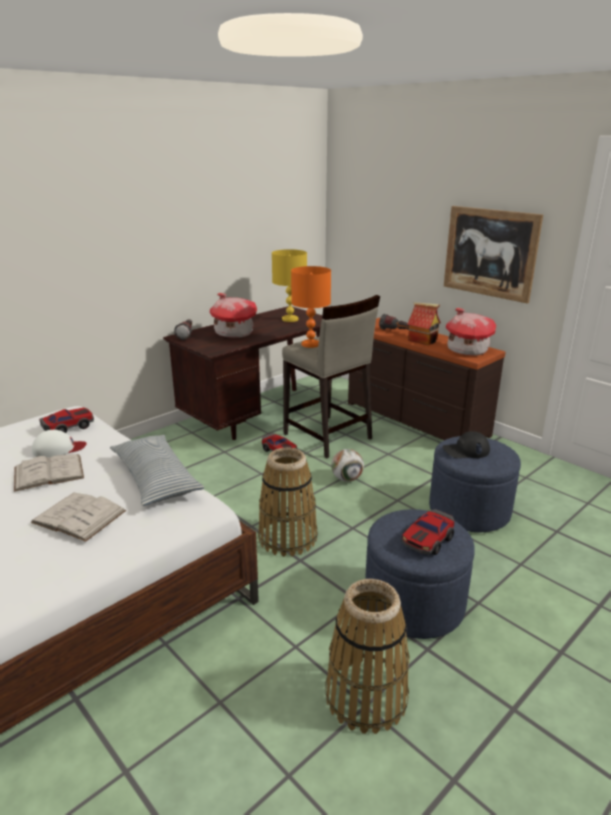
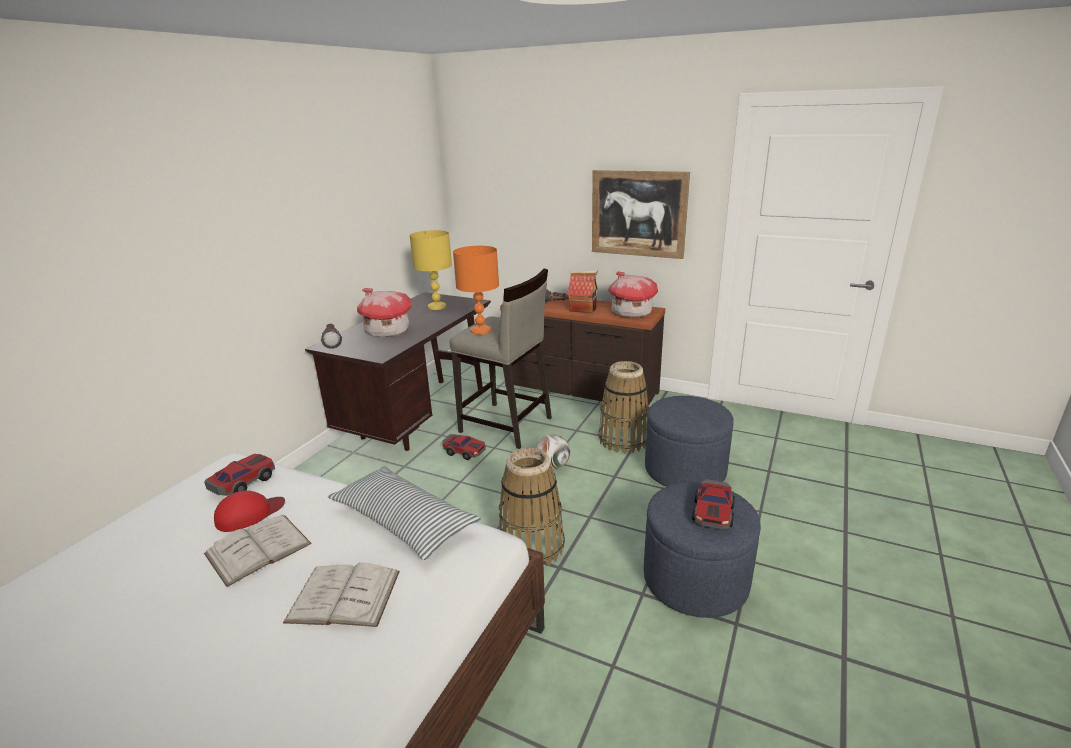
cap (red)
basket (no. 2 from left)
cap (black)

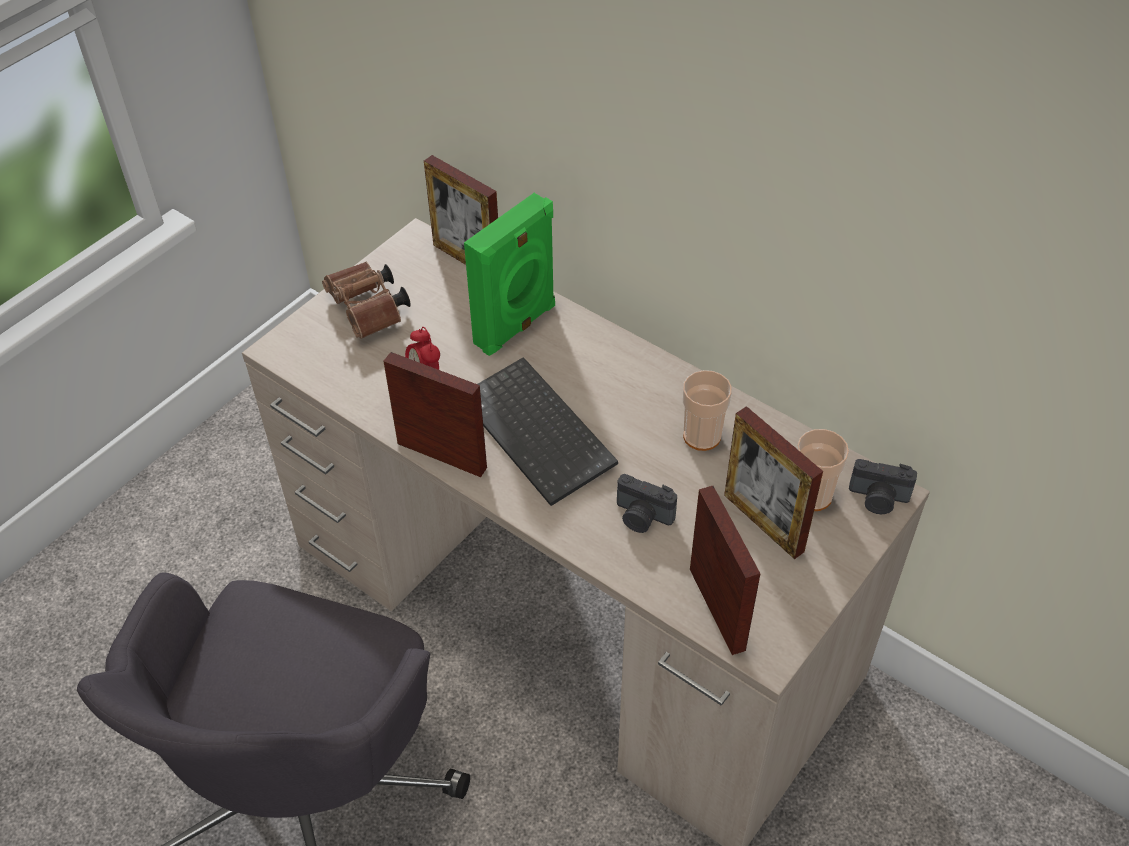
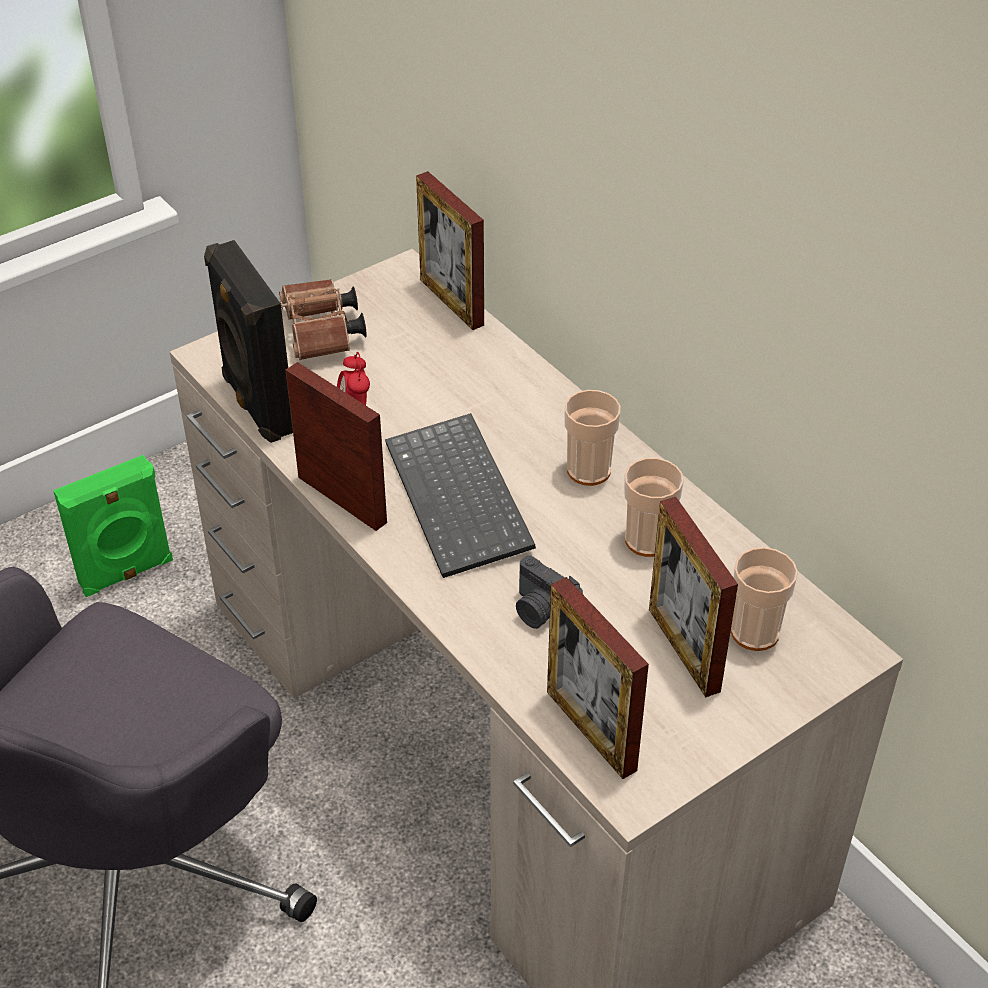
speaker (green)
picture frame (no. 3 from left)
photo camera (no. 2 from left in the first image)
speaker (black)
cup (no. 1 from left)

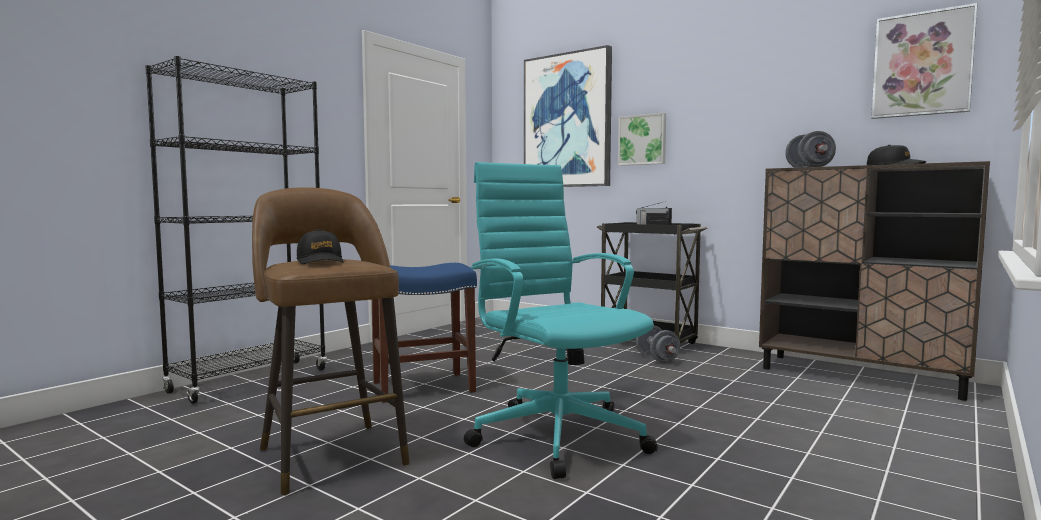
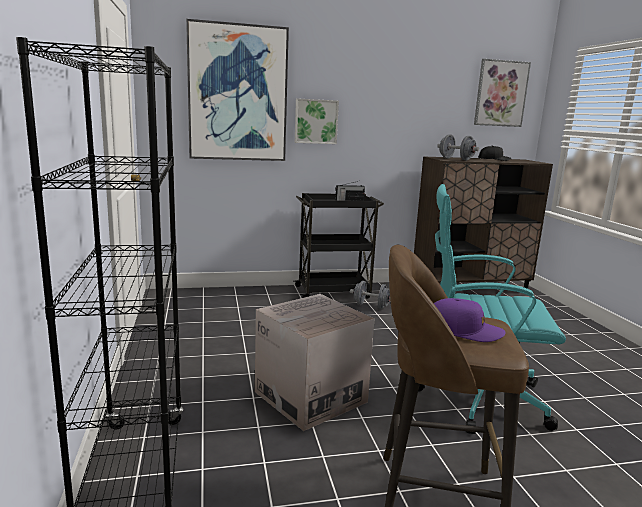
cap (purple)
cardboard box

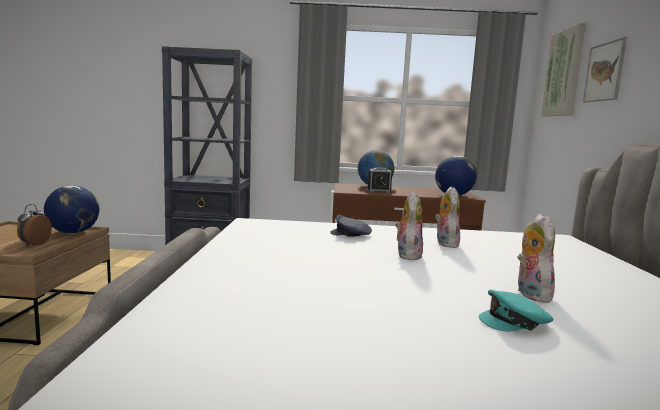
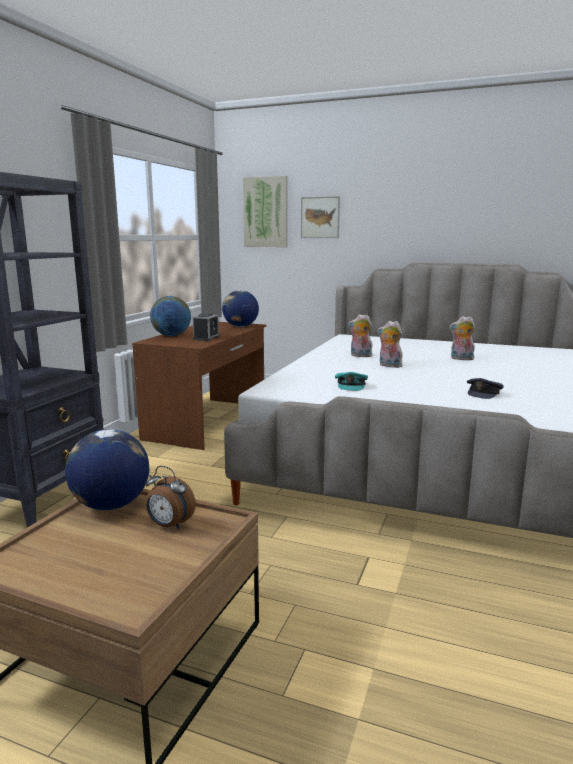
cap (grey)
cap (turquoise)

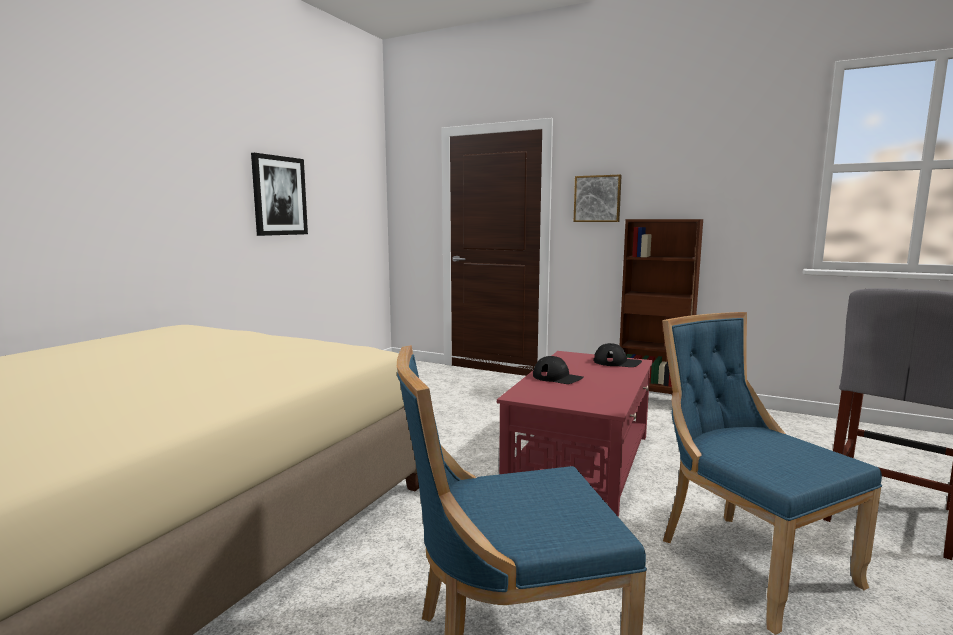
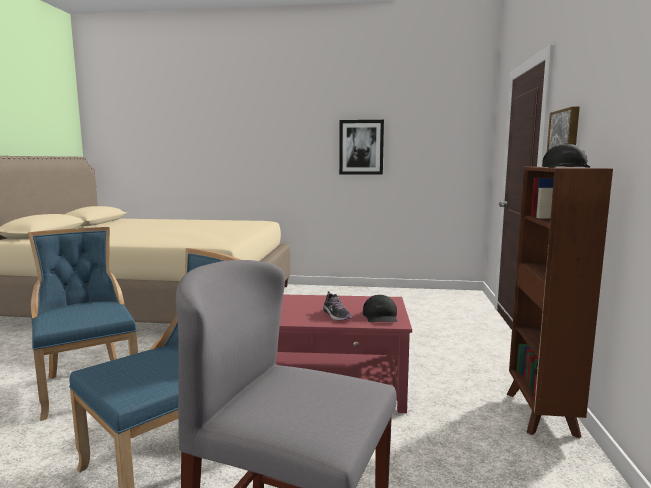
cap (black) (no. 2 from left)
shoe

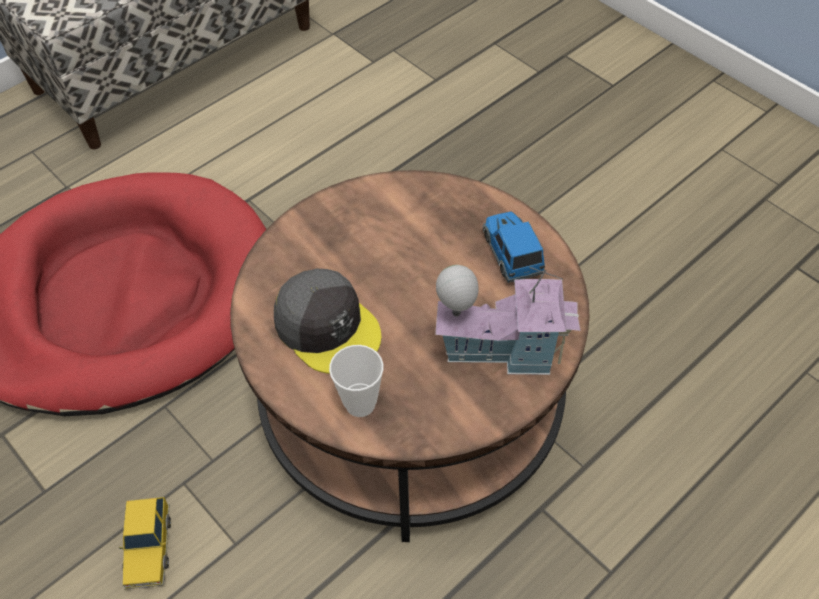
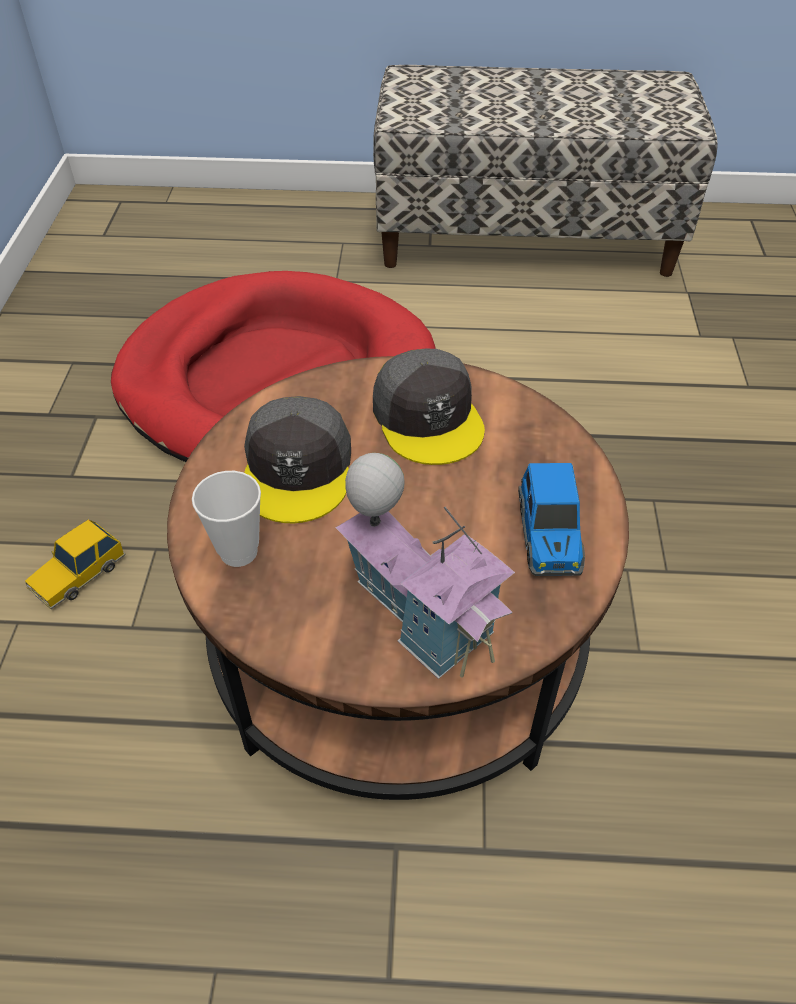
toy car (no. 2 from left)
cap (grey) (no. 2 from left)

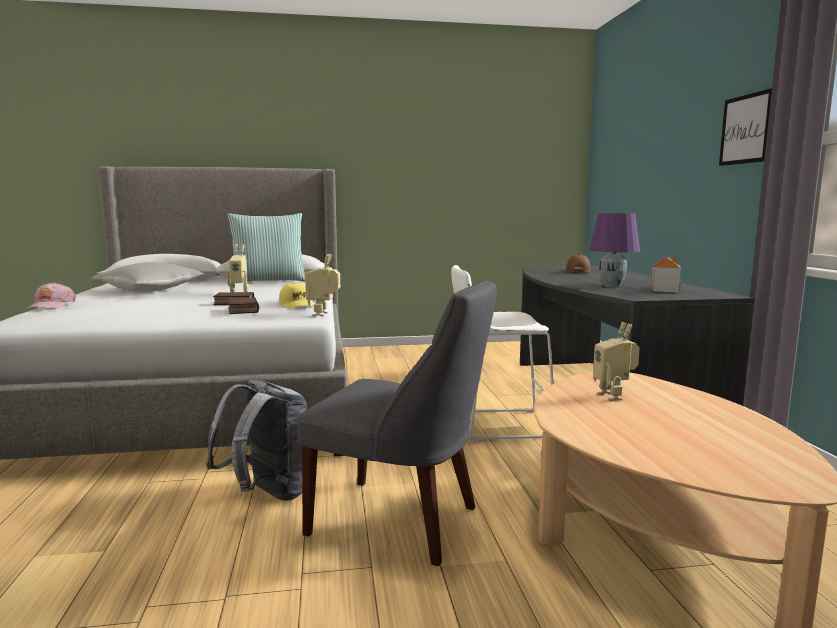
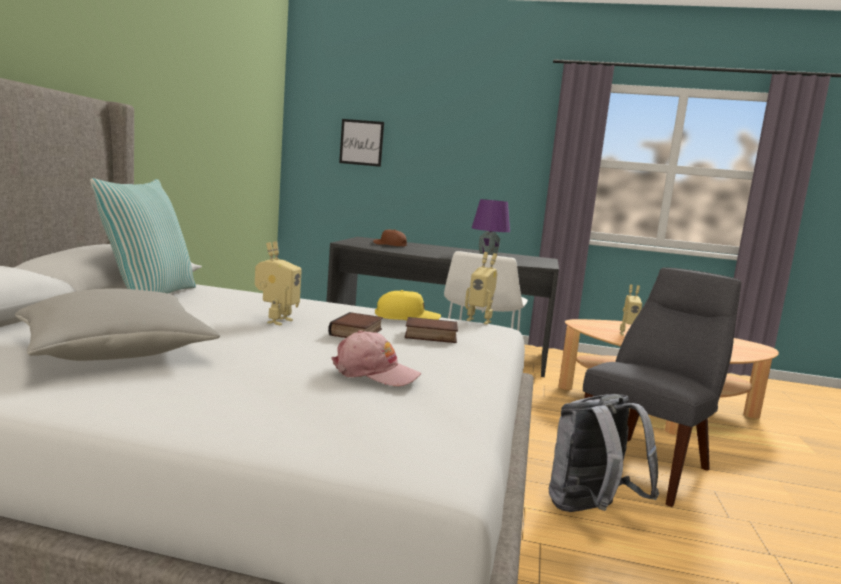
cap (pink)
toy house
picture

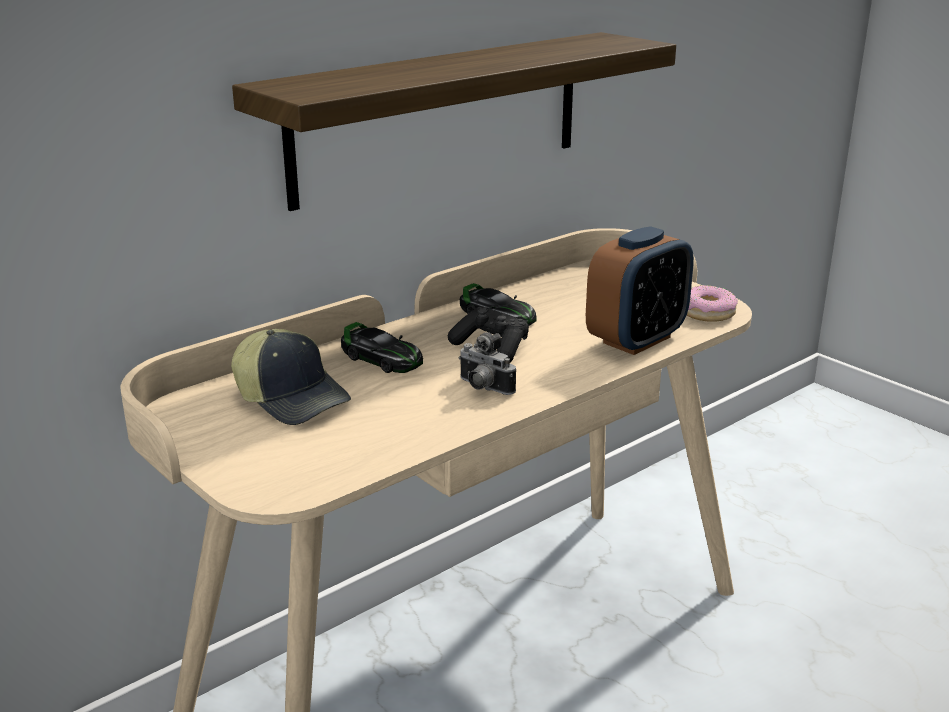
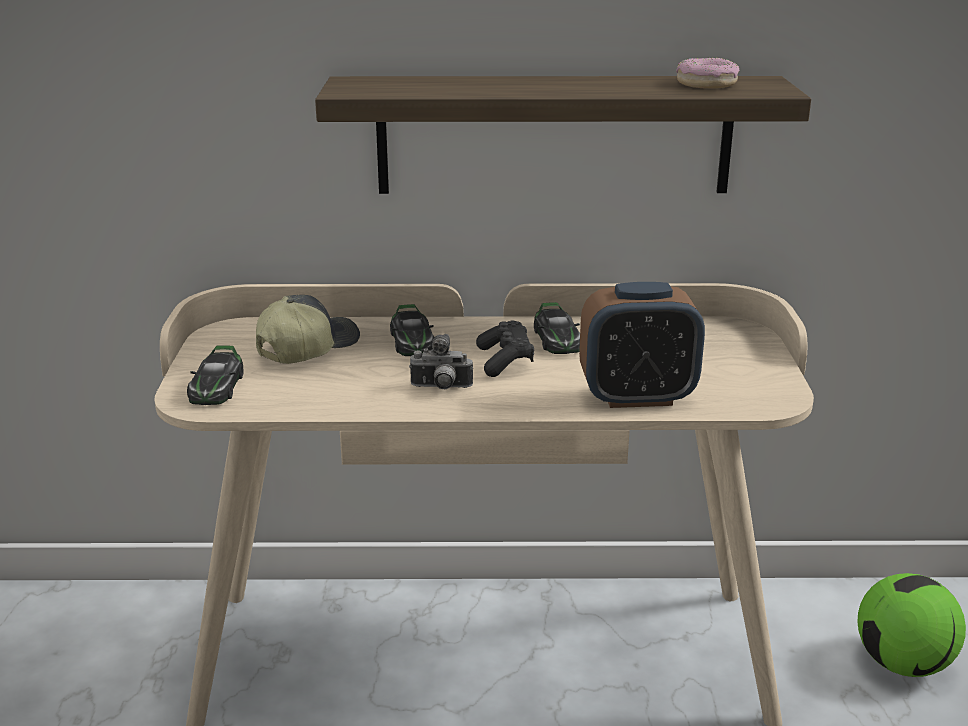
cap
photo camera
donut
toy car (no. 1 from left)
football

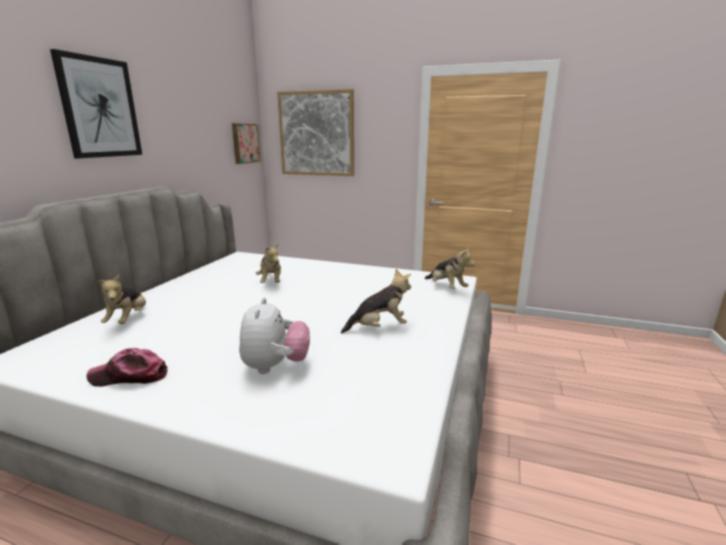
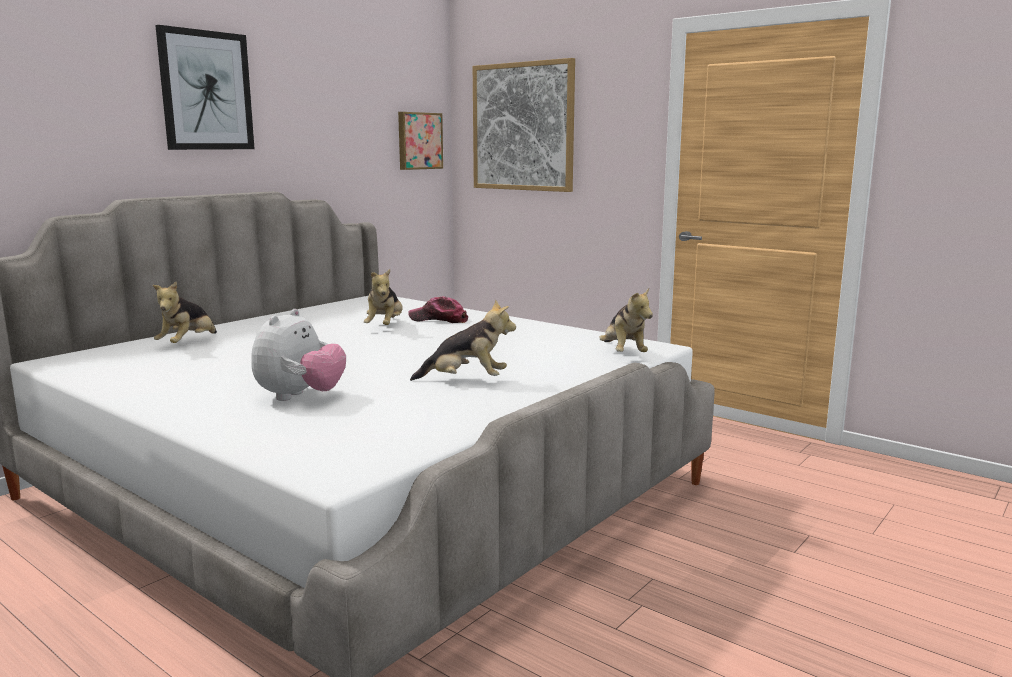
cap

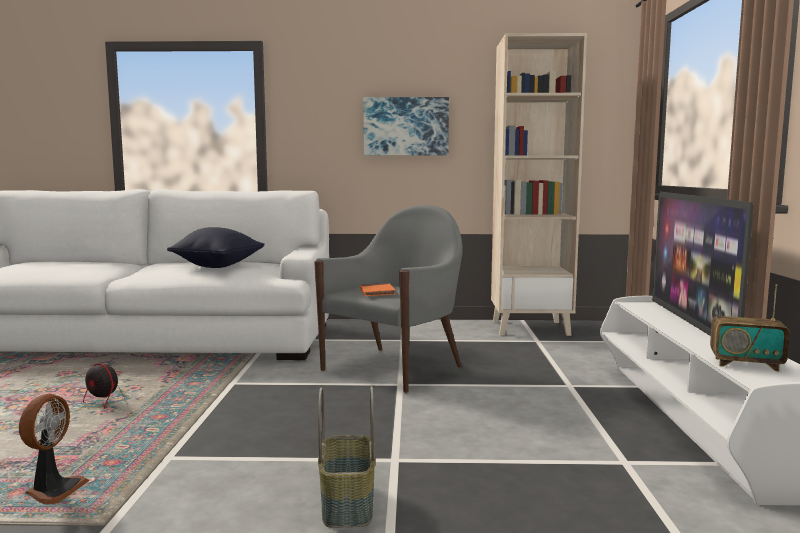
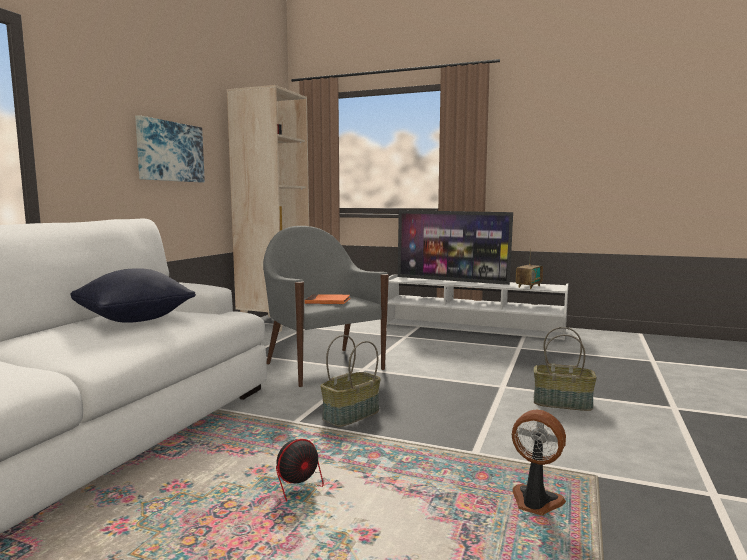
basket (no. 1 from left)

